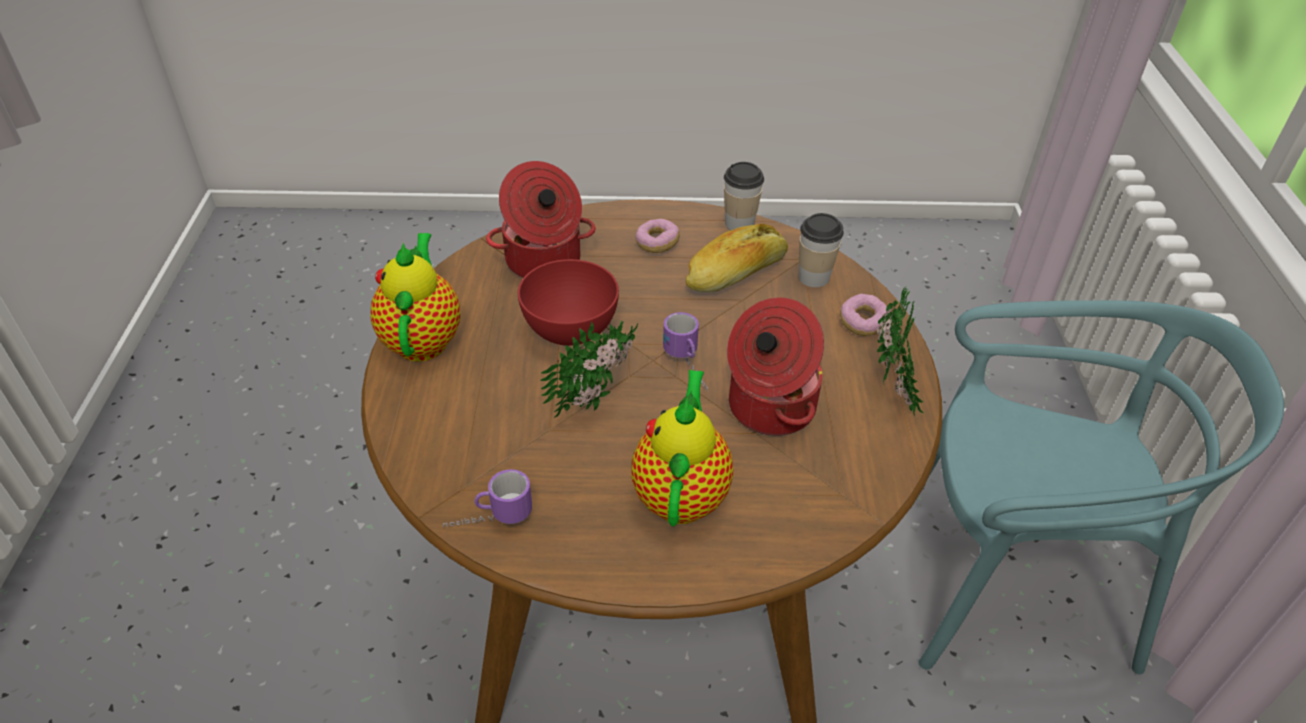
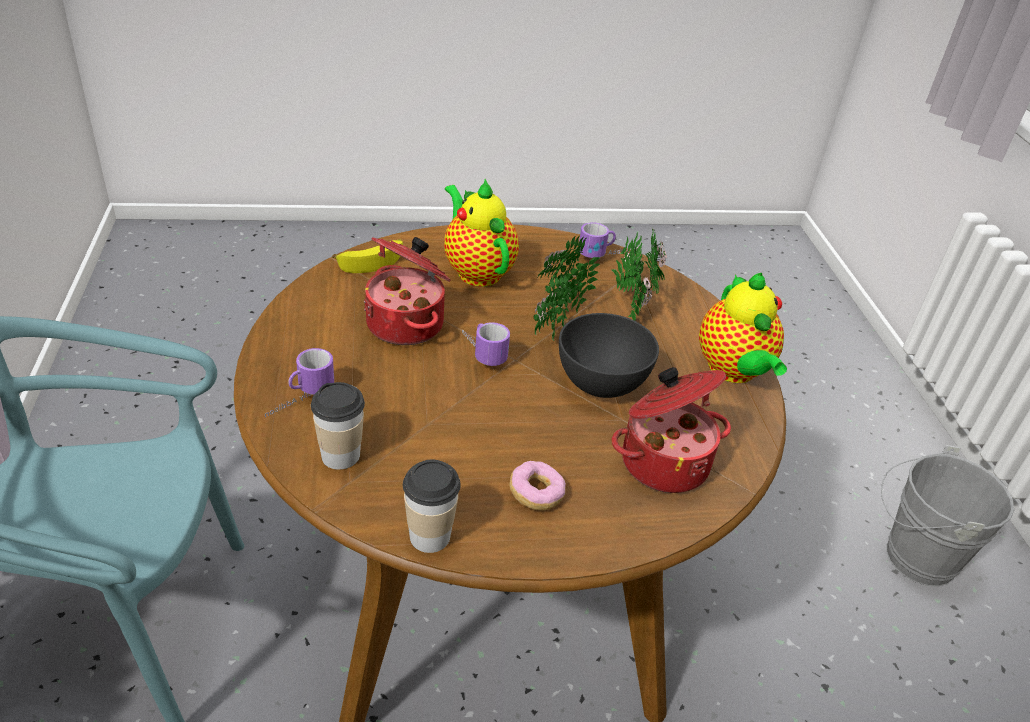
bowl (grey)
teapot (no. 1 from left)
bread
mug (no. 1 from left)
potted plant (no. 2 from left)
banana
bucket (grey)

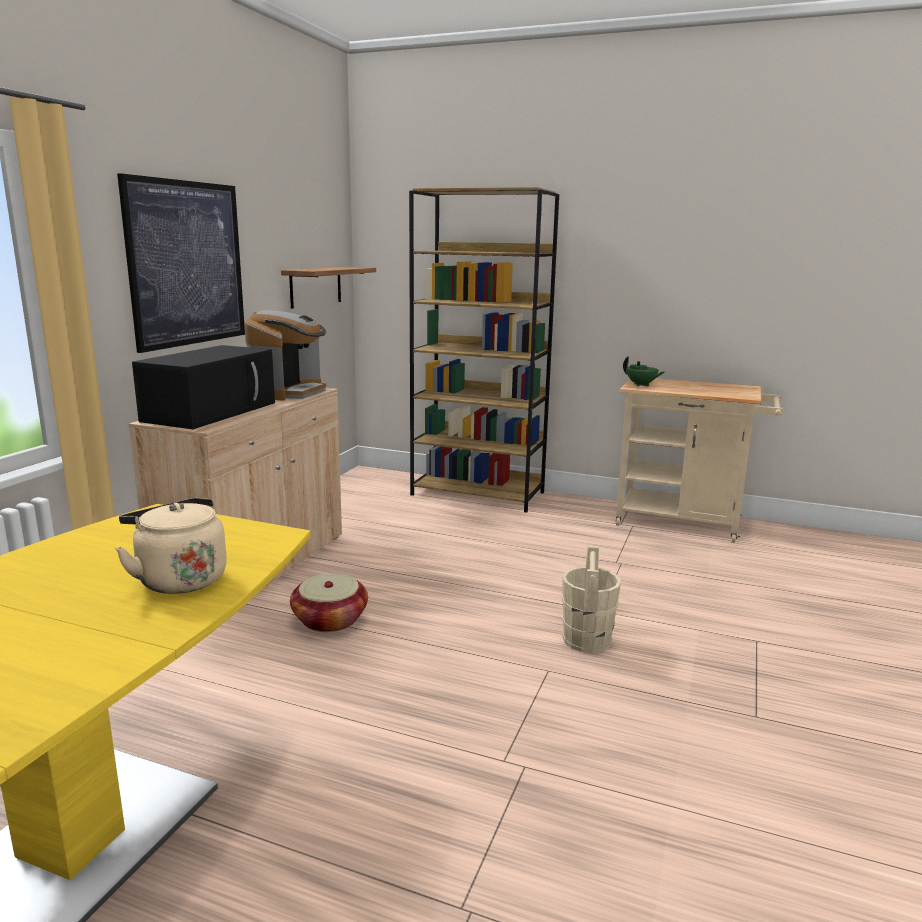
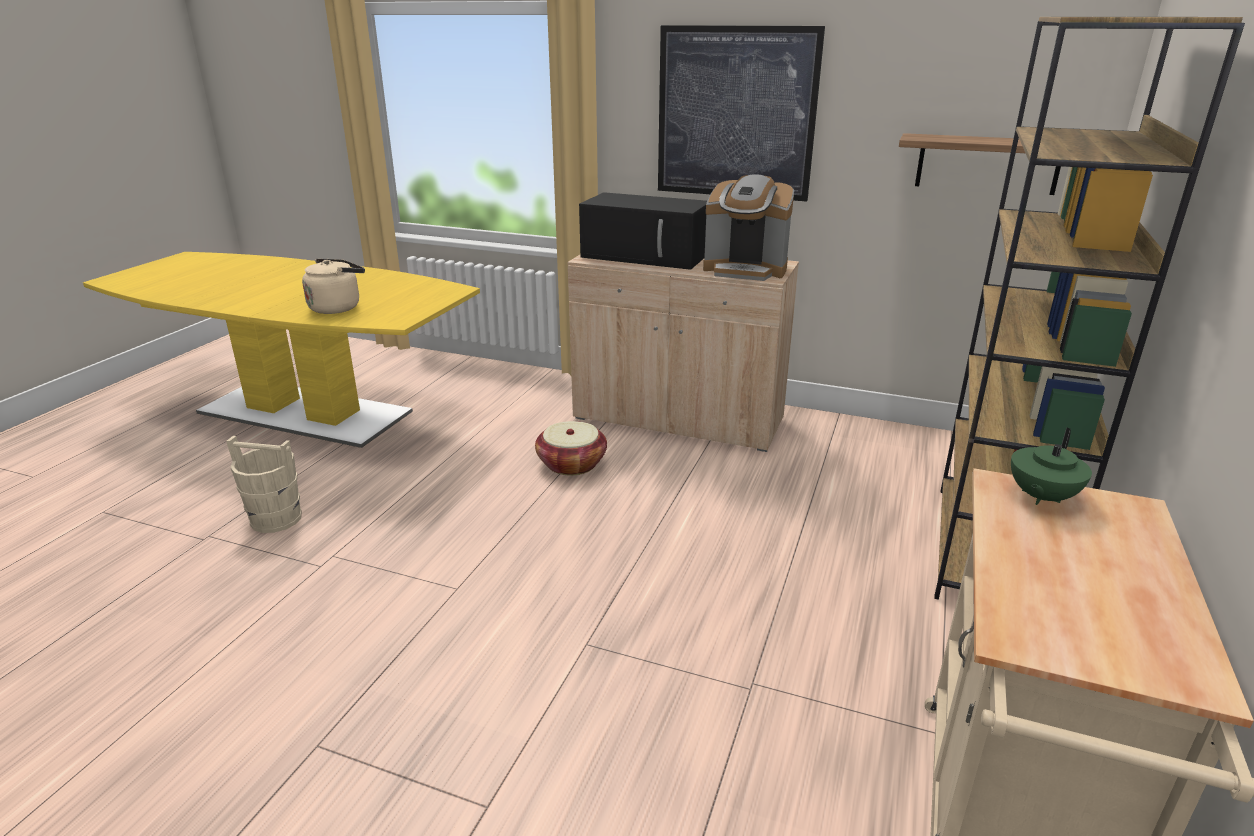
bucket (beige)

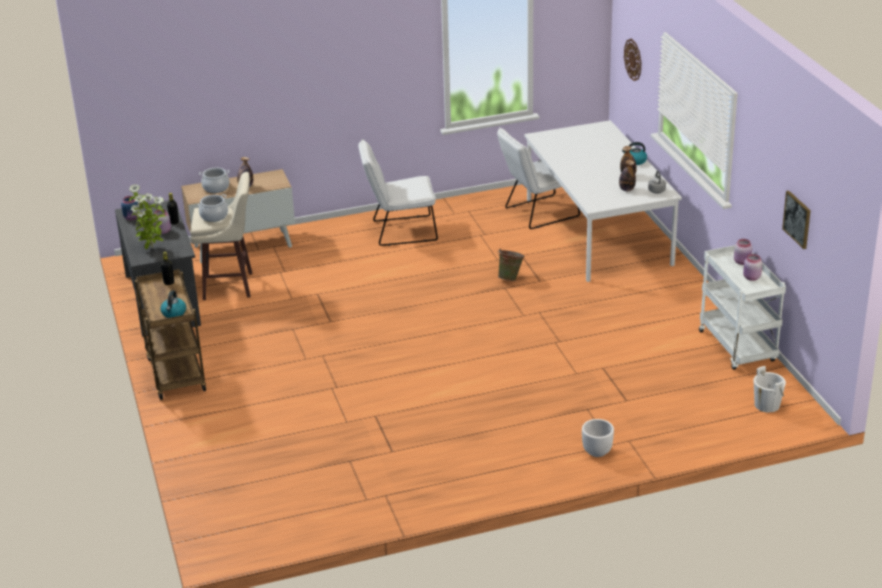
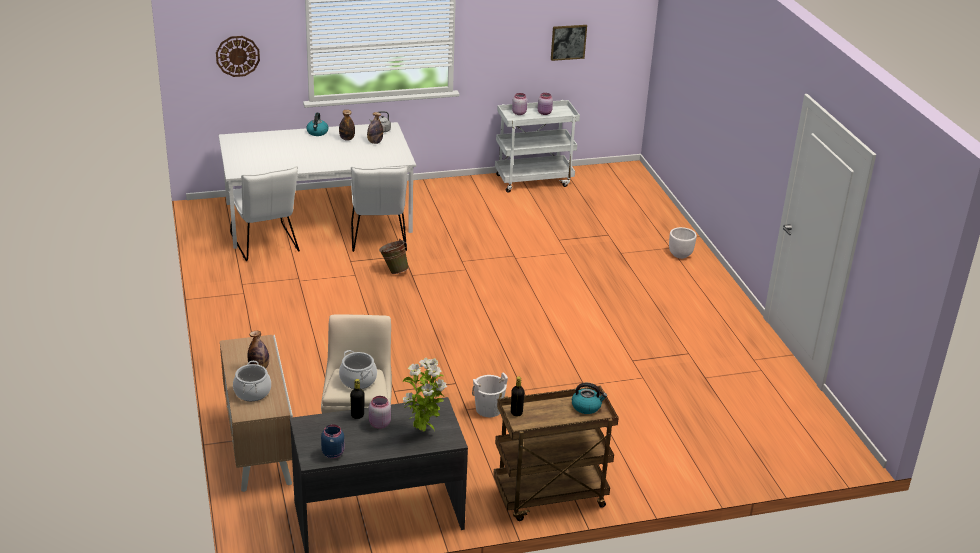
chair (white) (no. 2 from left)
bucket (white)

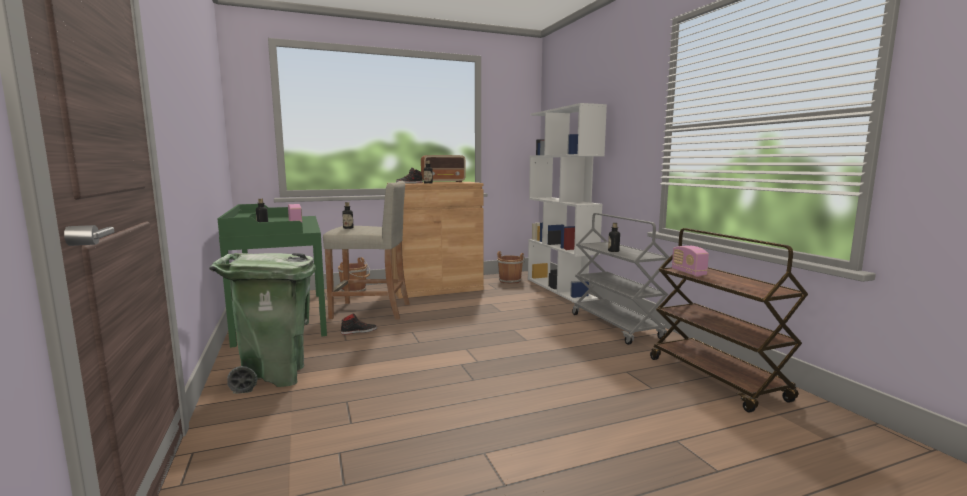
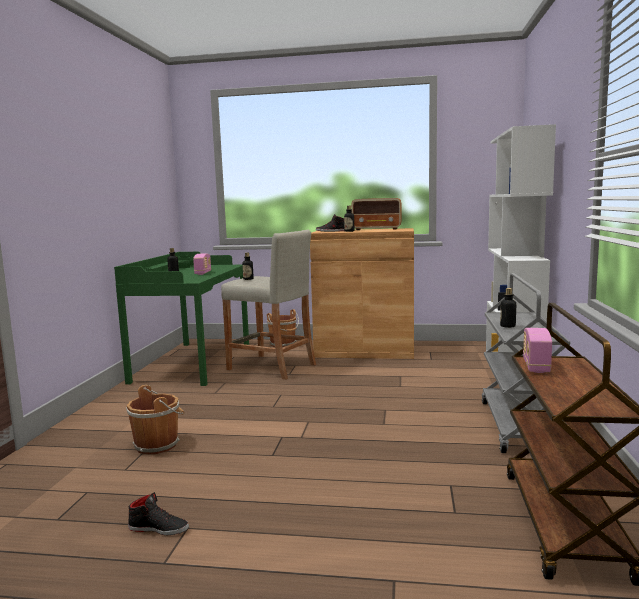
trash can (green)
shoe (black) (no. 1 from left)
bucket (brown) (no. 1 from left)

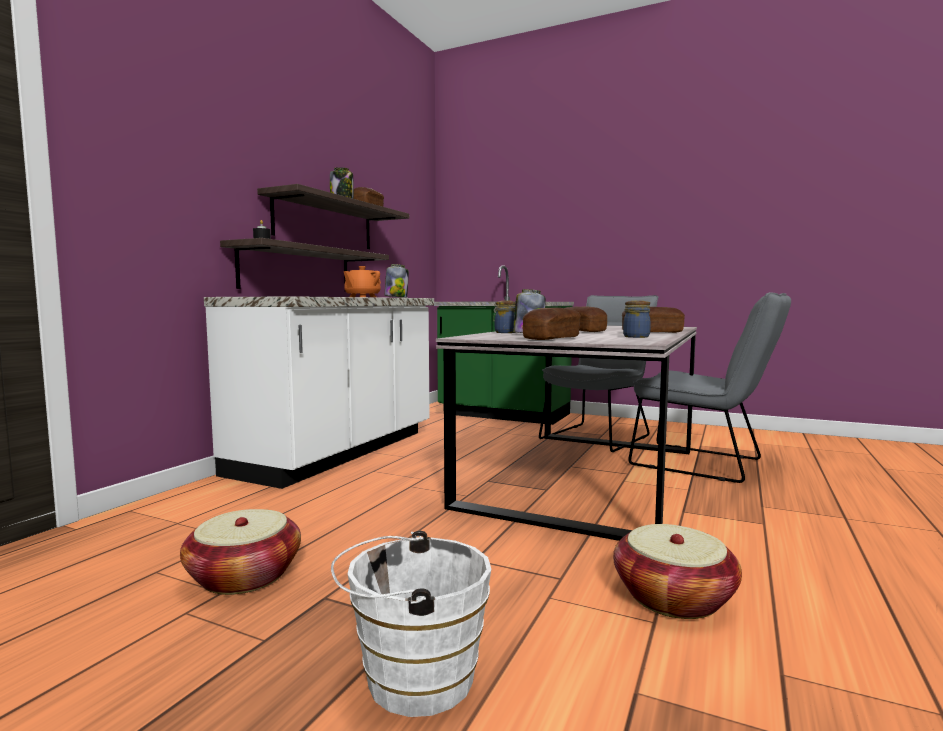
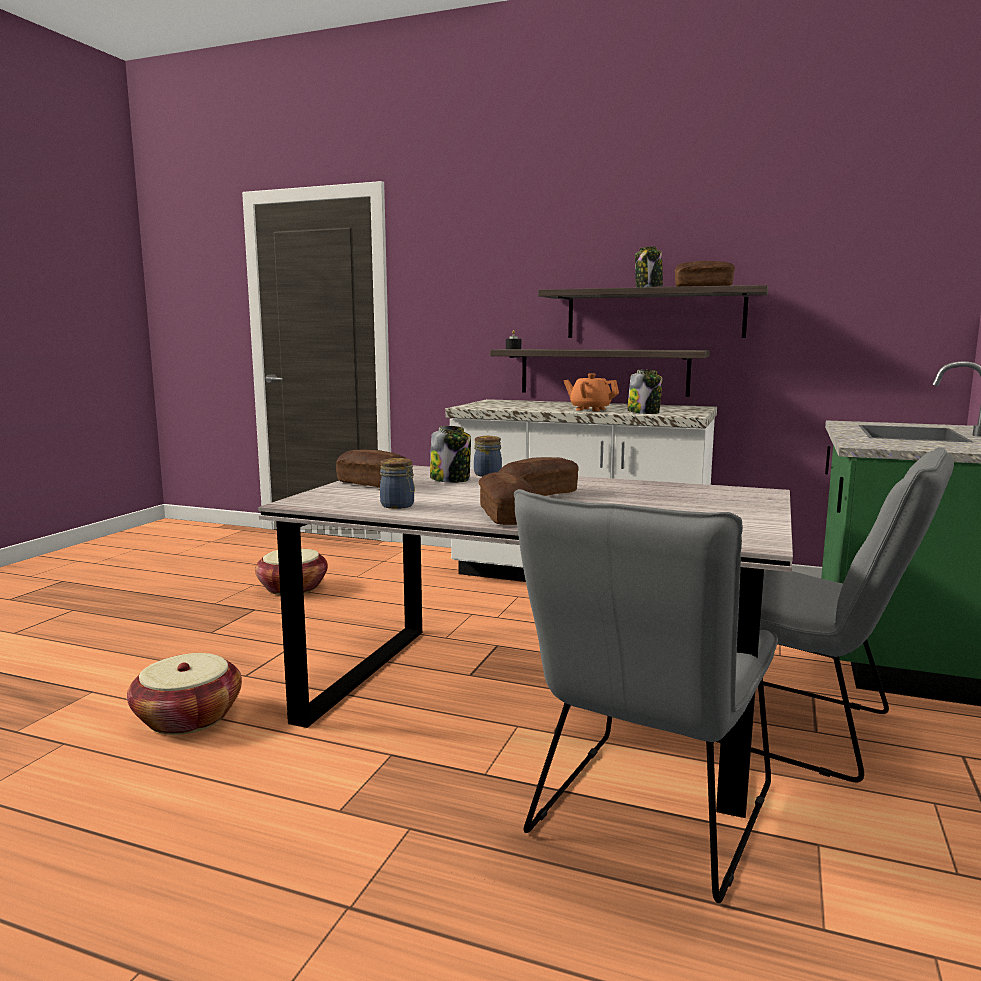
bucket (white)

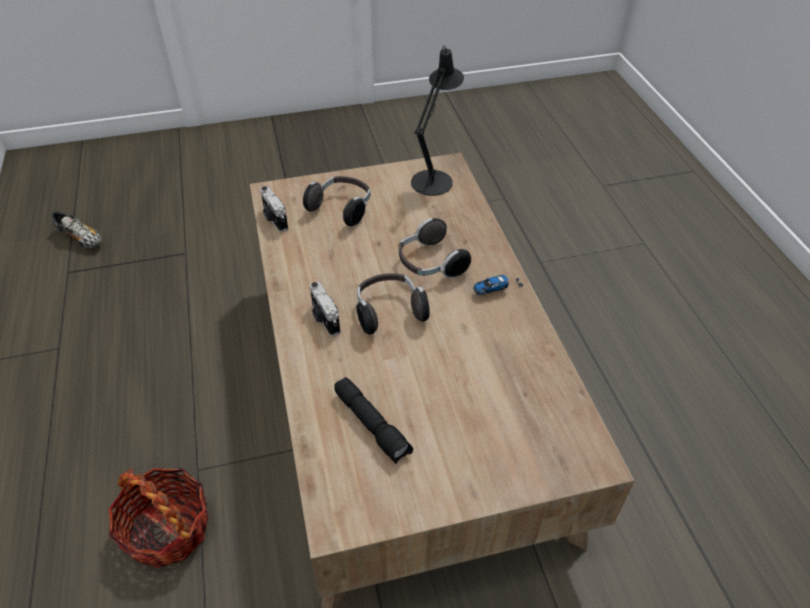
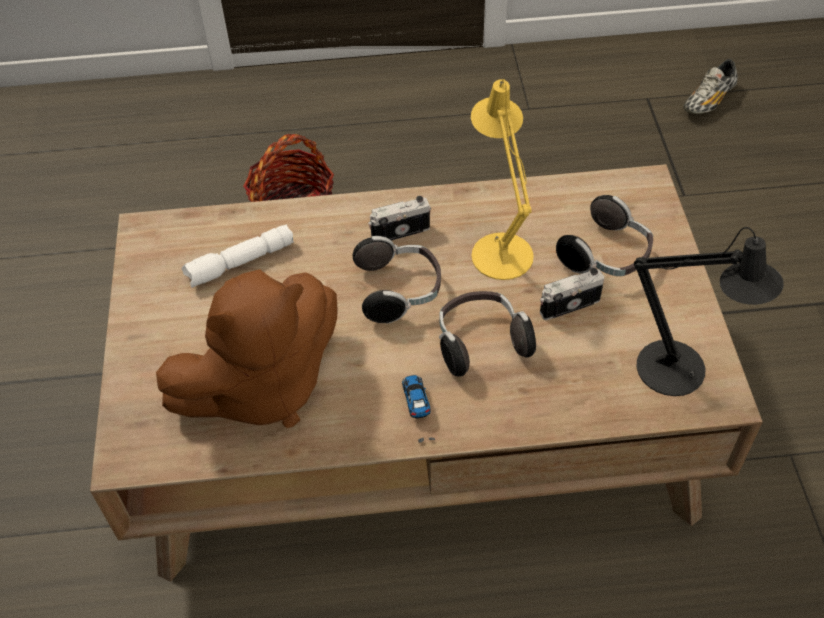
photo camera (no. 2 from left)
flashlight (white)
plush toy (brown)
table lamp (yellow)

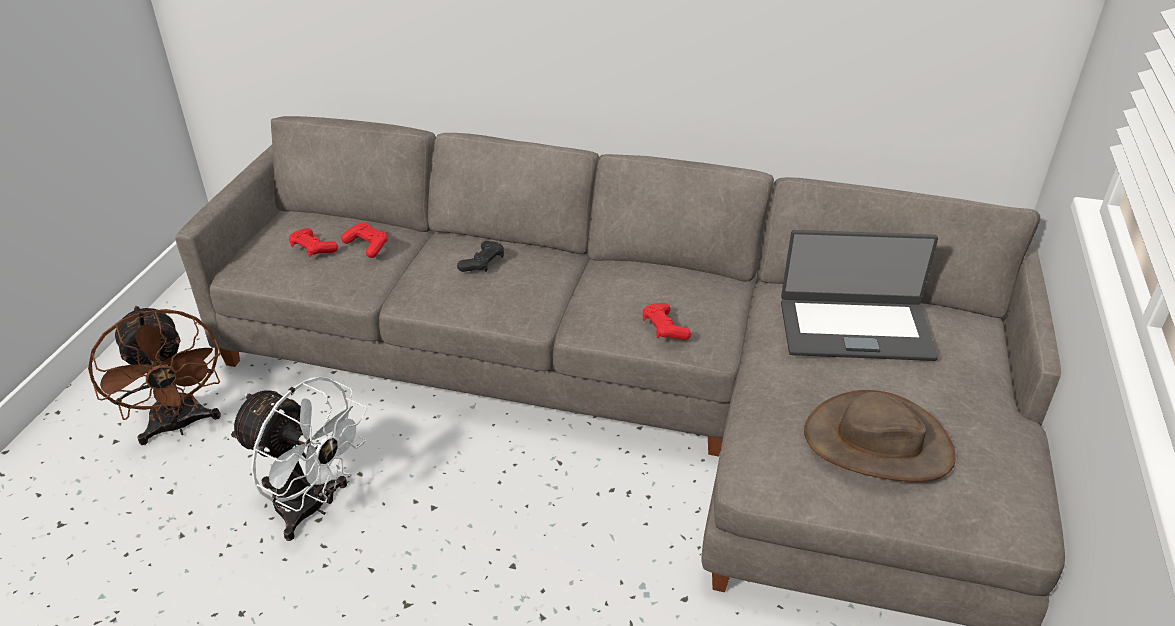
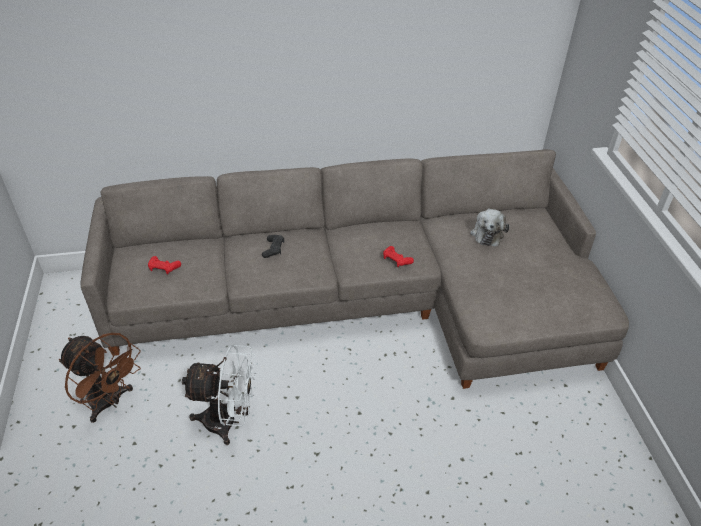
game controller (red) (no. 2 from left in the first image)
plush toy
hat (brown)

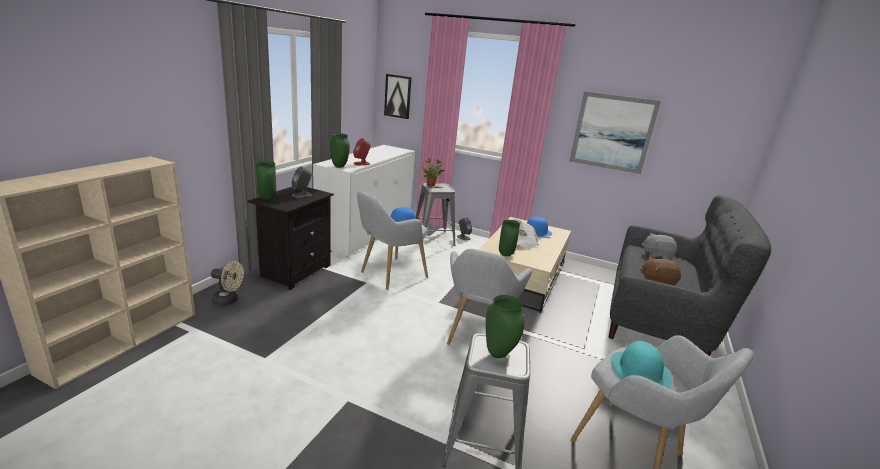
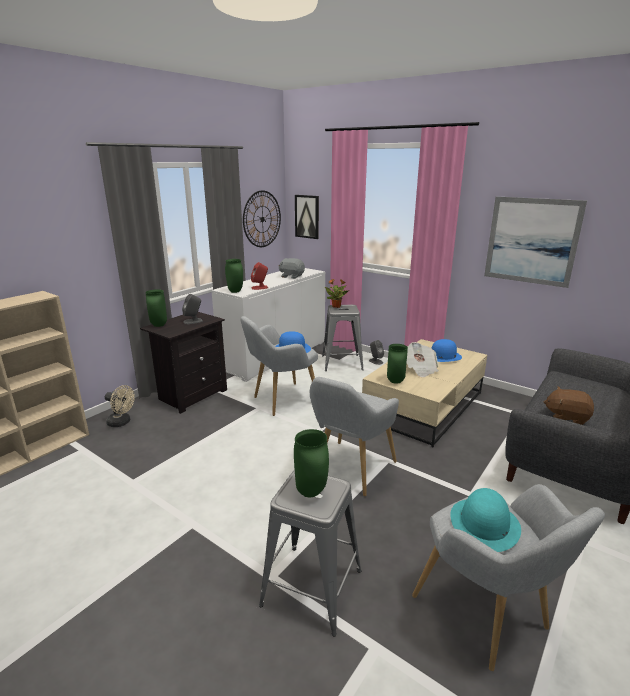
plush toy (grey)
wall clock

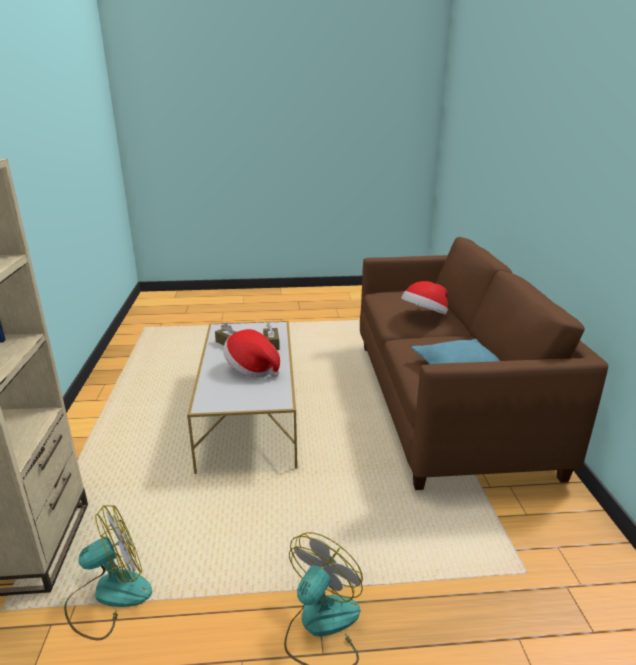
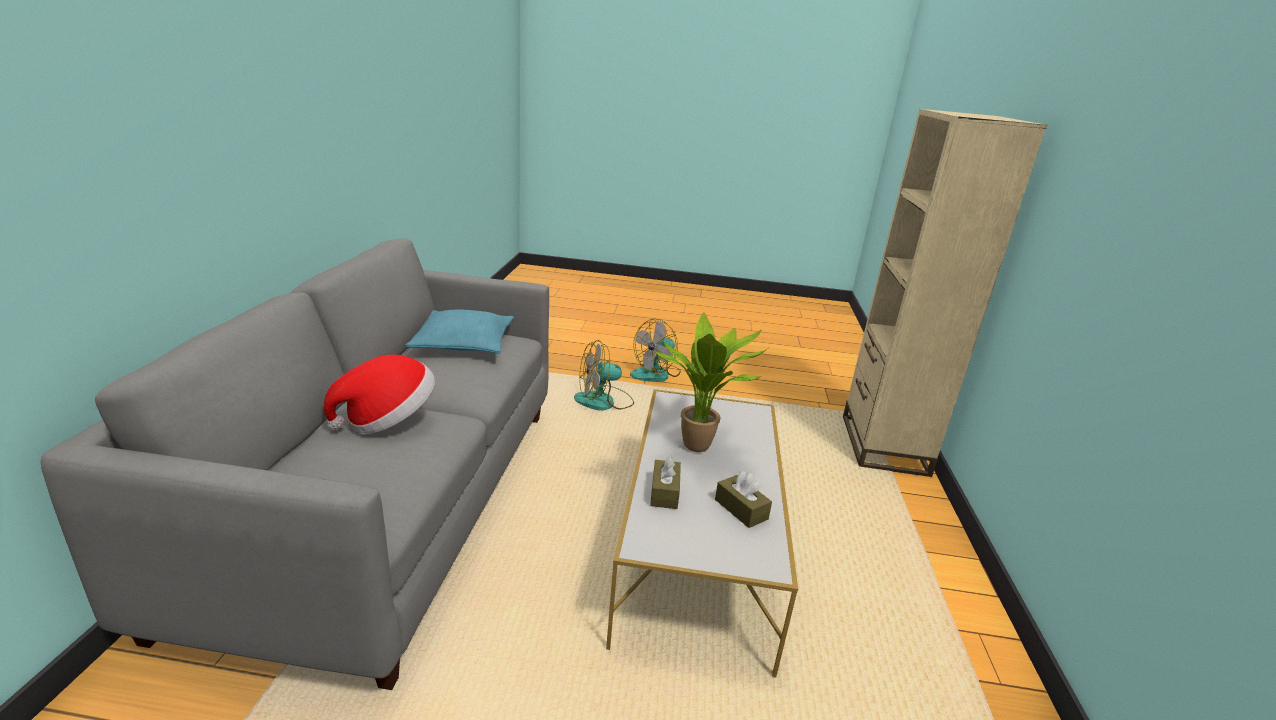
fan (no. 1 from left)
potted plant
sofa (grey)

